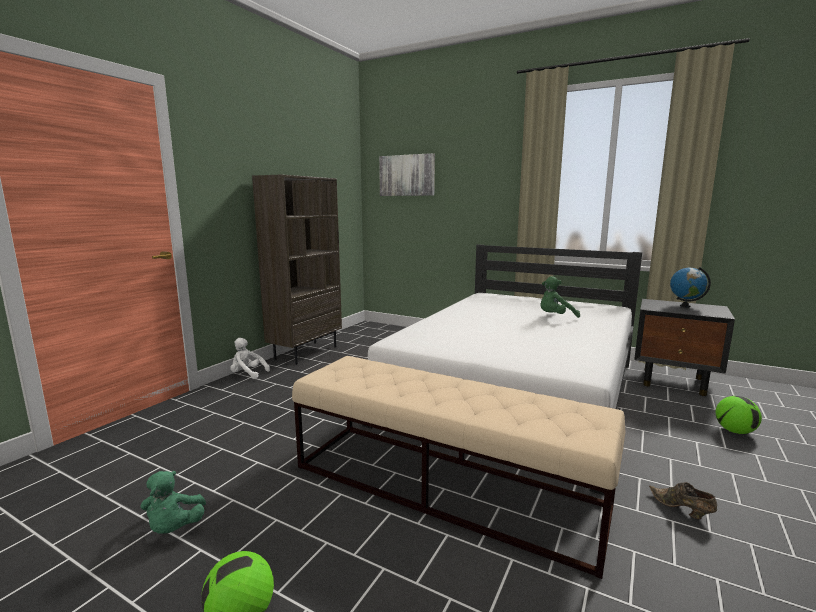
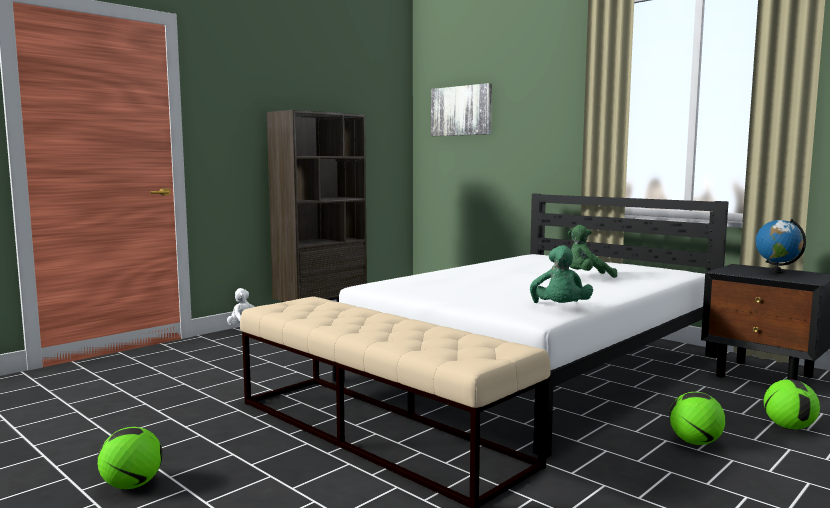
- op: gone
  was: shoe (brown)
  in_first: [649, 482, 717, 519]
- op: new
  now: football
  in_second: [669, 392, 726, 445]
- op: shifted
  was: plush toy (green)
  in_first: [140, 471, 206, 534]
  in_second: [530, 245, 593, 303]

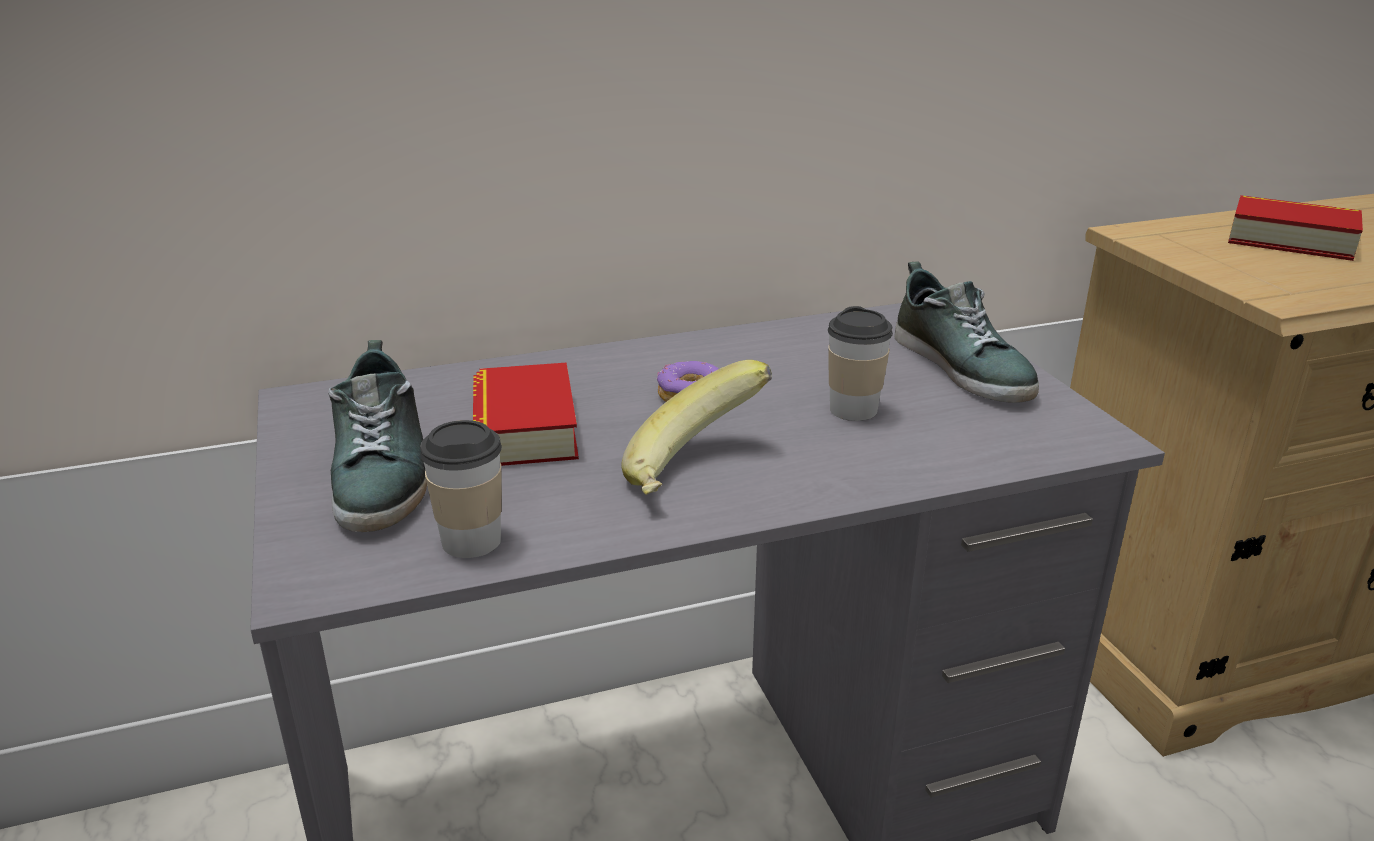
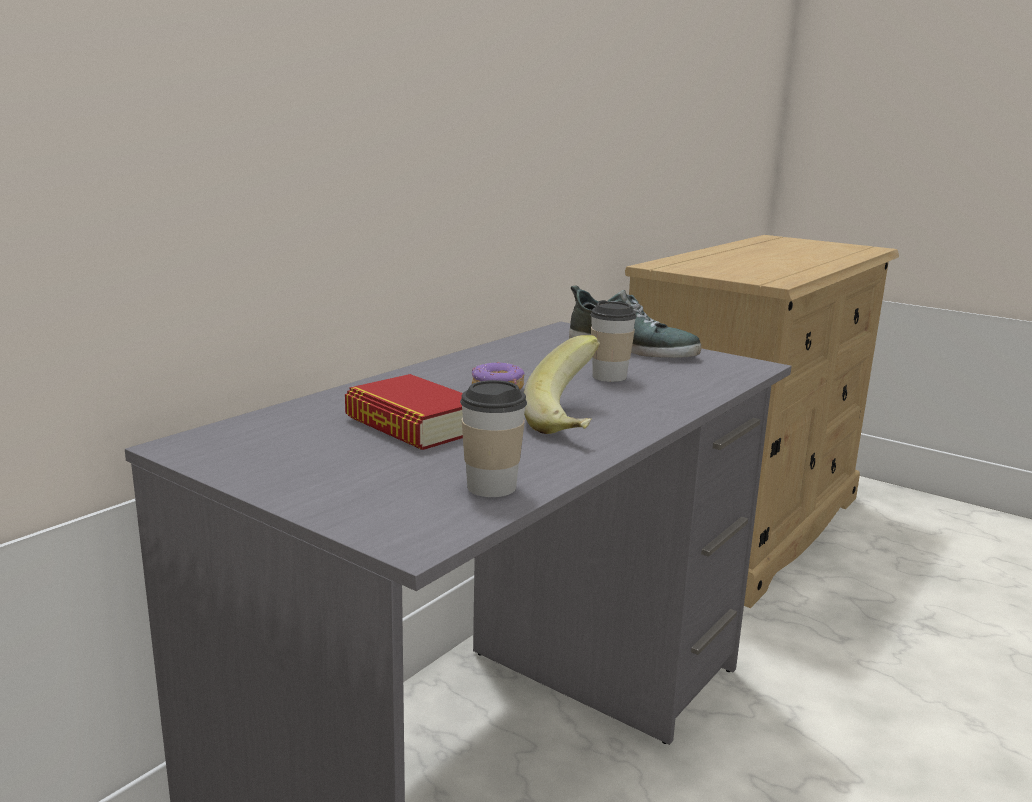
- op: gone
  was: shoe
  in_first: [328, 340, 427, 532]
- op: gone
  was: book
  in_first: [1228, 195, 1363, 261]

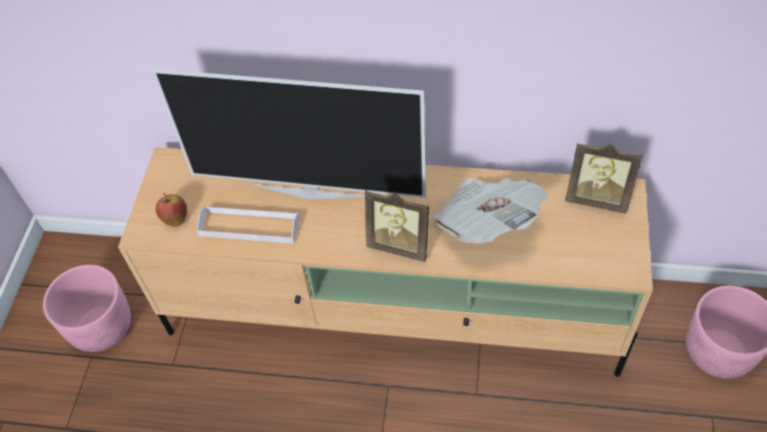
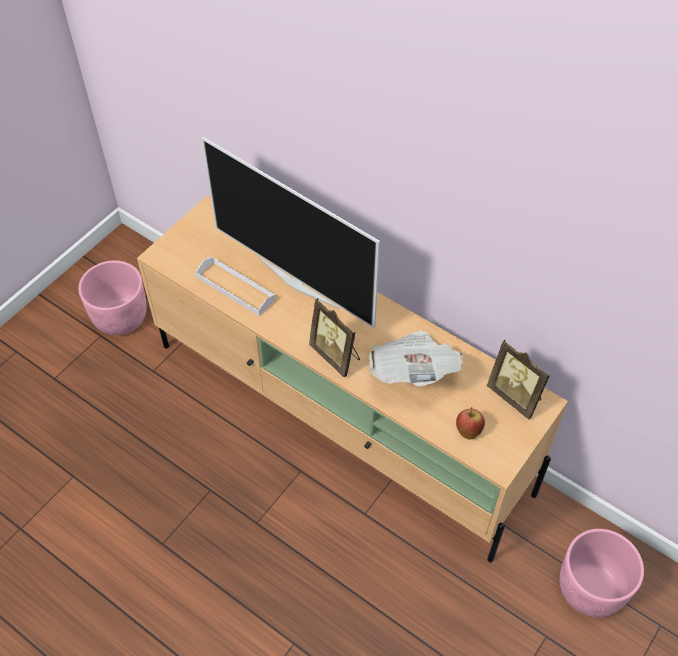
- op: shifted
  was: apple
  in_first: [156, 192, 187, 227]
  in_second: [456, 407, 485, 440]

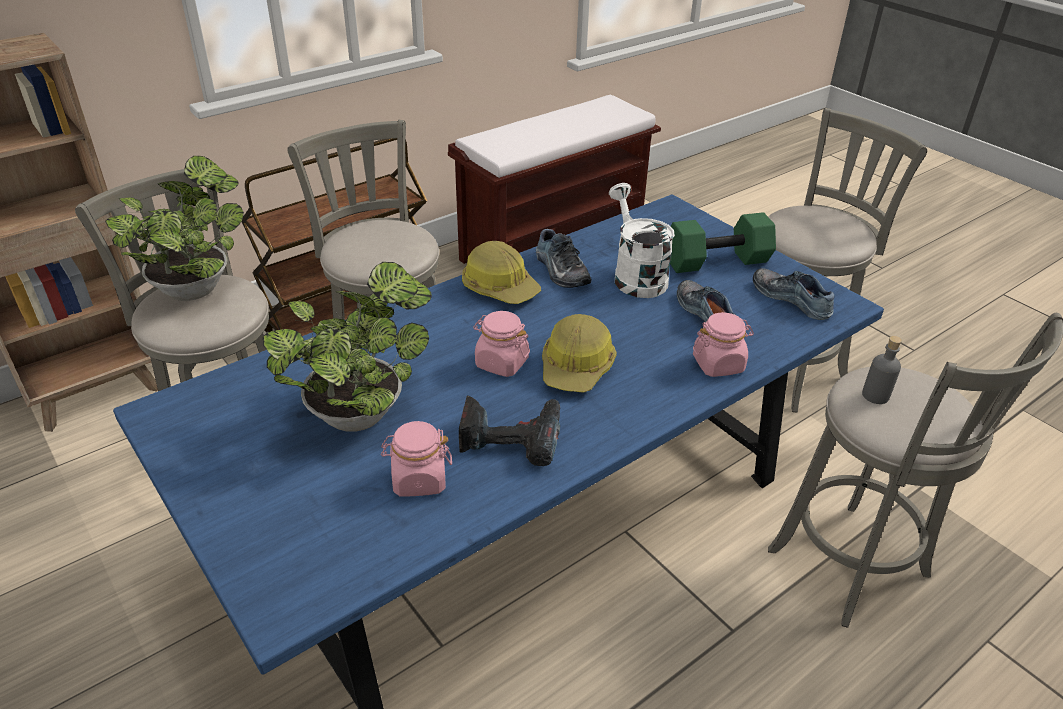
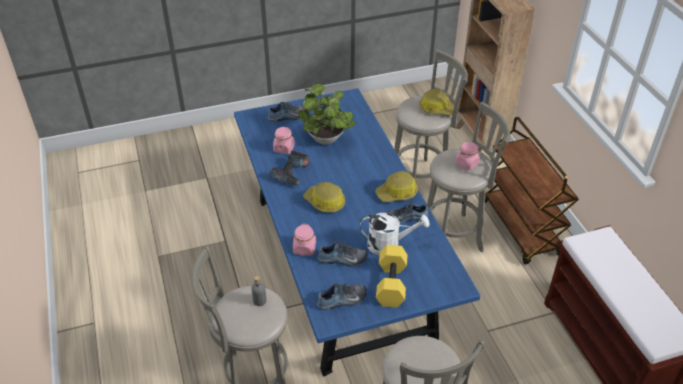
- op: new
  now: shoe
  in_second: [268, 102, 306, 122]
- op: shifted
  was: jar (pink)
  in_first: [473, 311, 530, 377]
  in_second: [456, 142, 480, 170]
- op: swapped
  was: potted plant
  now: hard hat
  in_first: [105, 156, 244, 301]
  in_second: [419, 89, 454, 115]
- op: repainted
  was: dumbbell (green)
  now: dumbbell (yellow)
  in_first: [670, 212, 776, 273]
  in_second: [376, 245, 407, 308]

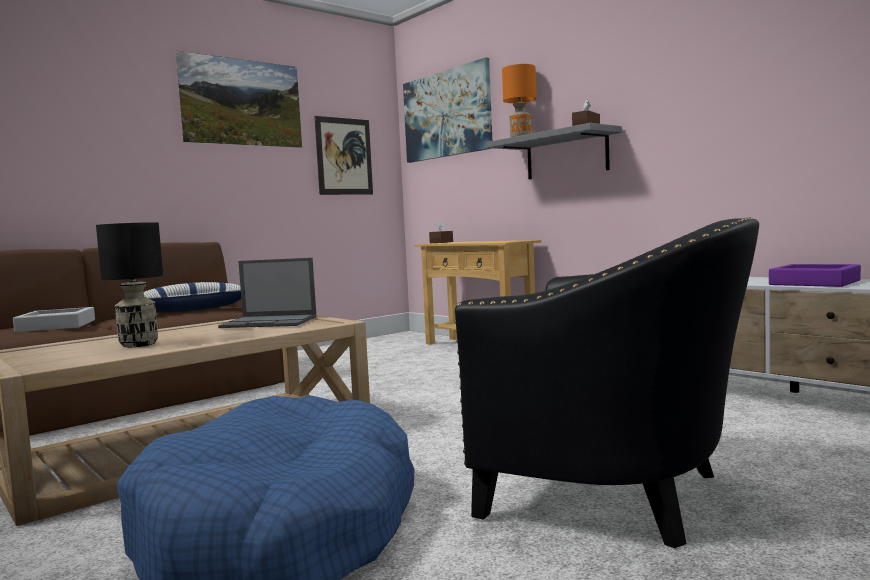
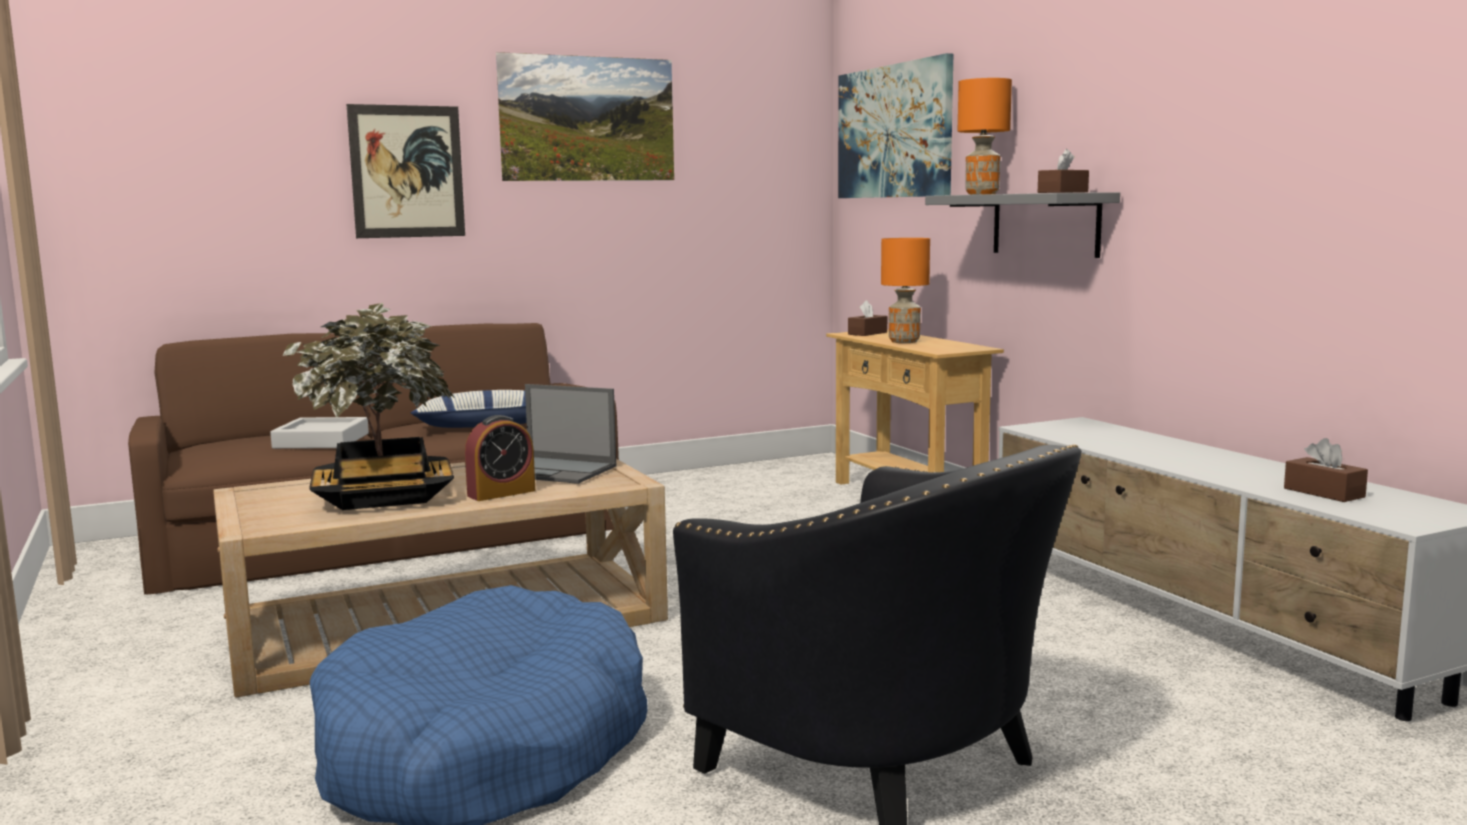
- op: new
  now: alarm clock
  in_second: [465, 415, 535, 501]
- op: new
  now: table lamp (orange)
  in_second: [881, 238, 930, 343]
- op: shifted
  was: picture
  in_first: [314, 116, 373, 195]
  in_second: [347, 104, 465, 238]
- op: swapped
  was: table lamp (black)
  now: potted plant
  in_first: [96, 222, 163, 347]
  in_second: [283, 303, 455, 510]
- op: swapped
  was: tray (purple)
  now: tissue box (brown)
  in_first: [769, 264, 861, 287]
  in_second: [1284, 438, 1368, 502]

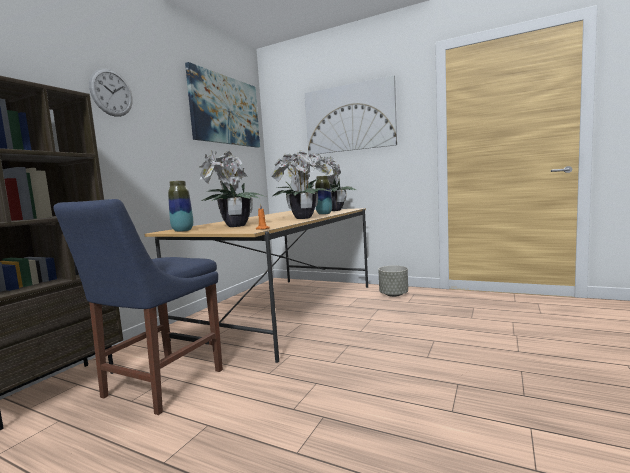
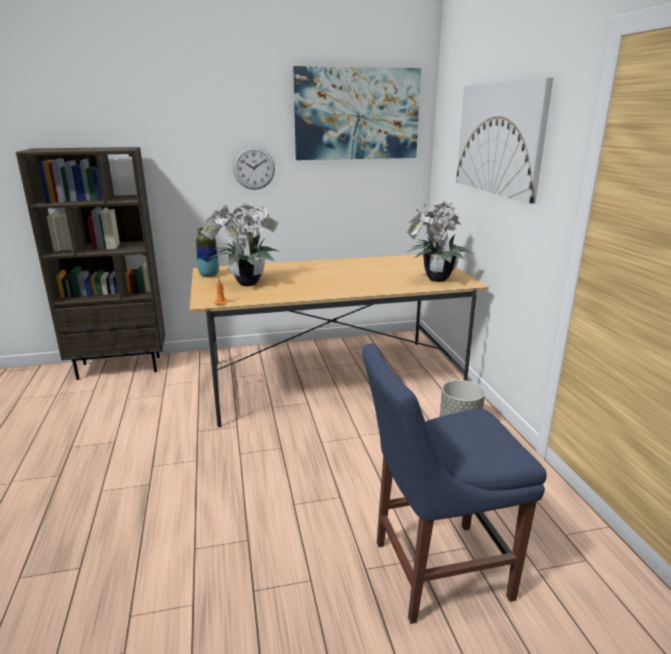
- op: gone
  was: potted plant
  in_first: [270, 150, 332, 219]
- op: gone
  was: vase
  in_first: [315, 176, 332, 215]
- op: shifted
  was: chair (blue)
  in_first: [53, 199, 223, 415]
  in_second: [362, 344, 546, 624]
- op: shifted
  was: wall clock
  in_first: [89, 68, 133, 117]
  in_second: [233, 146, 275, 190]

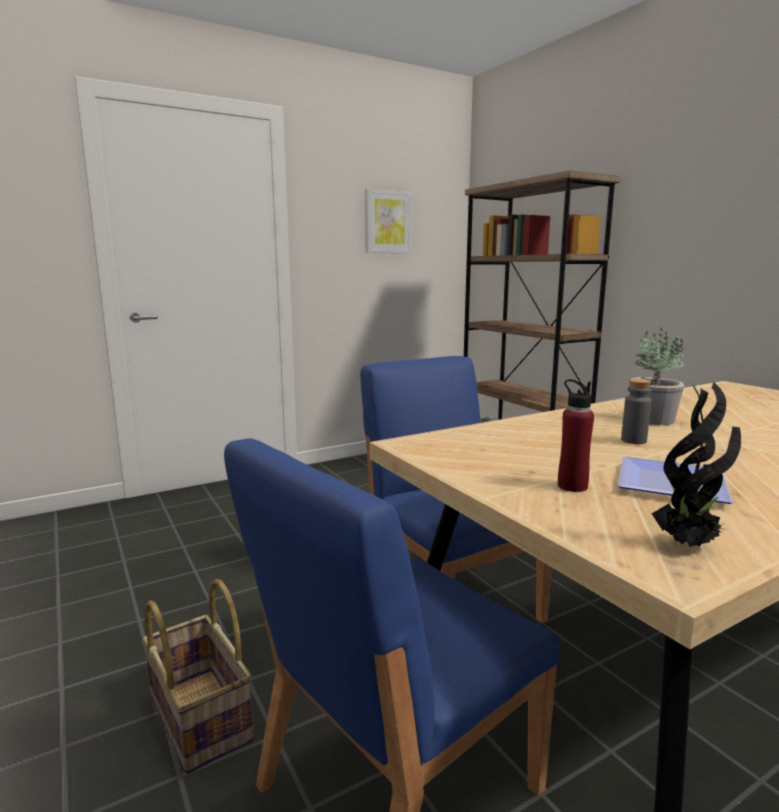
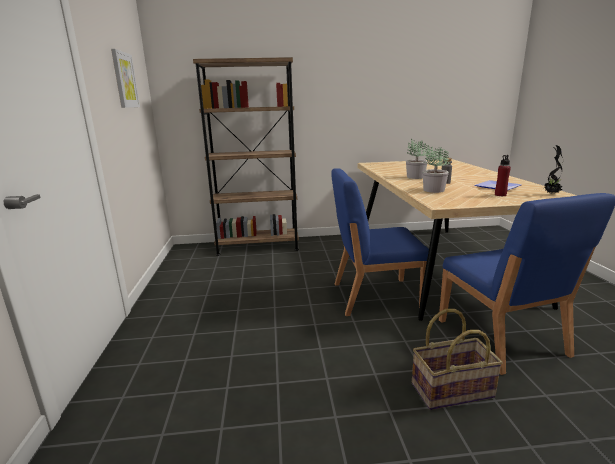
- op: new
  now: potted plant
  in_second: [423, 145, 449, 193]

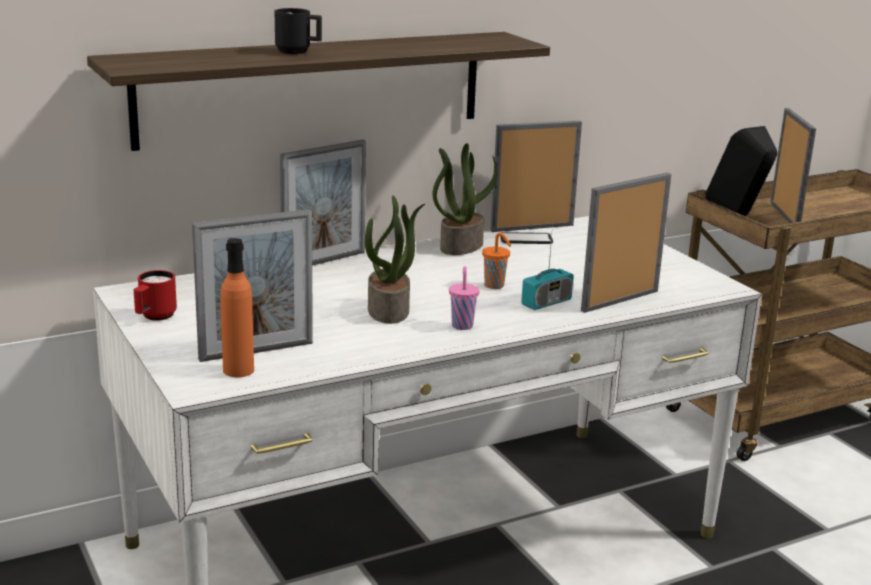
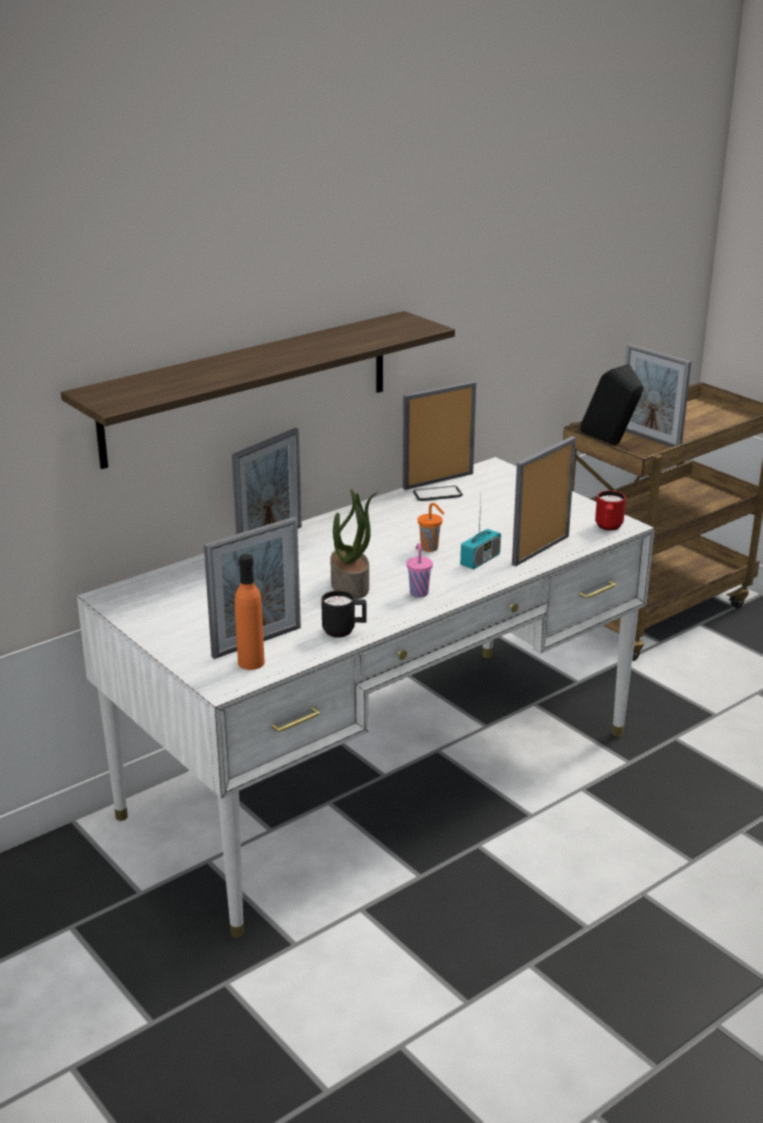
- op: gone
  was: potted plant
  in_first: [432, 143, 498, 255]
- op: shifted
  was: mug (red)
  in_first: [134, 270, 177, 321]
  in_second: [595, 491, 626, 531]
- op: shifted
  was: mug (black)
  in_first: [275, 8, 322, 54]
  in_second: [321, 590, 367, 638]
- op: rotated
  was: picture frame
  in_first: [770, 108, 816, 223]
  in_second: [625, 344, 691, 447]
  clockwise: 150

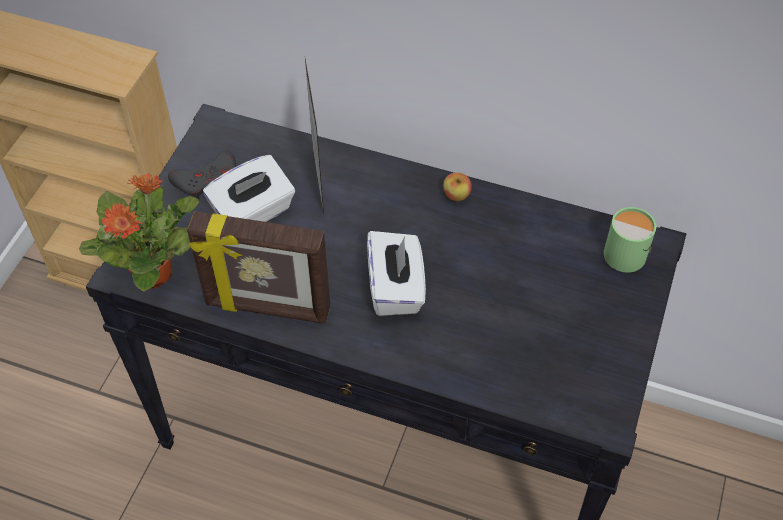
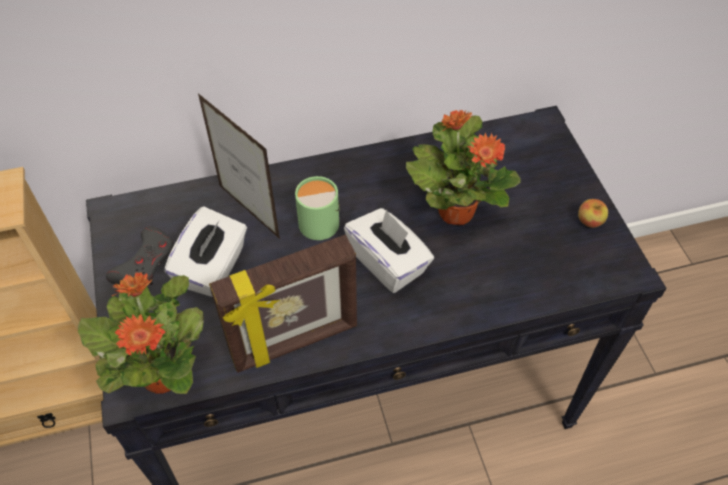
- op: new
  now: potted plant
  in_second: [406, 110, 521, 225]
- op: shifted
  was: apple
  in_first: [443, 172, 472, 201]
  in_second: [578, 199, 608, 228]
- op: shifted
  was: mug (green)
  in_first: [604, 207, 656, 273]
  in_second: [295, 176, 340, 240]

